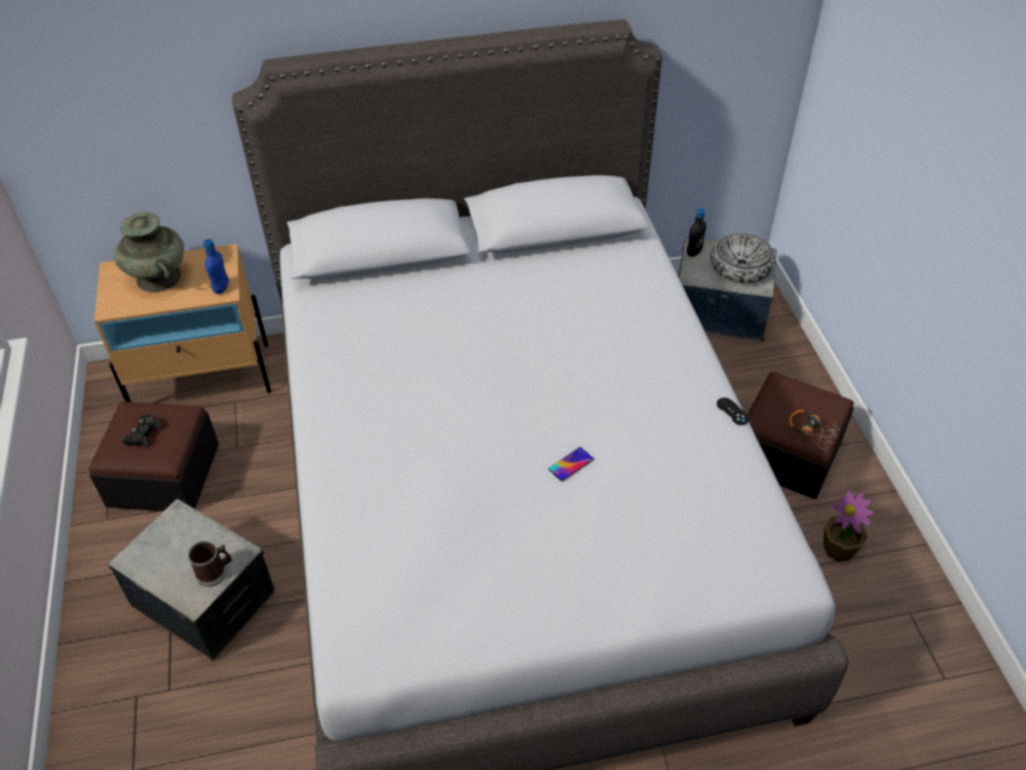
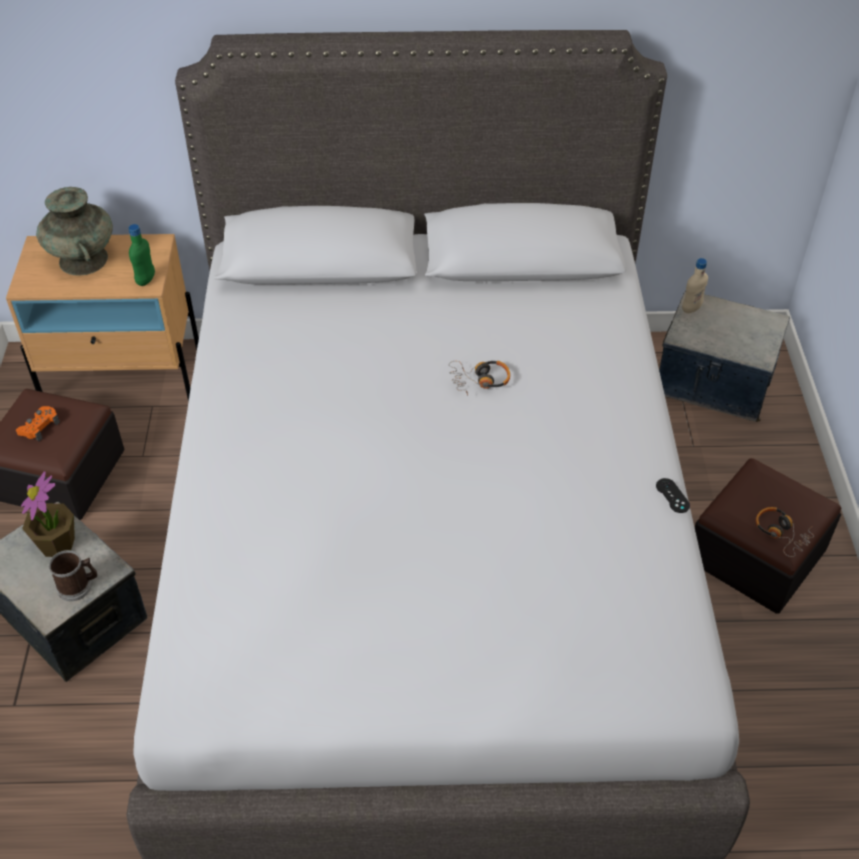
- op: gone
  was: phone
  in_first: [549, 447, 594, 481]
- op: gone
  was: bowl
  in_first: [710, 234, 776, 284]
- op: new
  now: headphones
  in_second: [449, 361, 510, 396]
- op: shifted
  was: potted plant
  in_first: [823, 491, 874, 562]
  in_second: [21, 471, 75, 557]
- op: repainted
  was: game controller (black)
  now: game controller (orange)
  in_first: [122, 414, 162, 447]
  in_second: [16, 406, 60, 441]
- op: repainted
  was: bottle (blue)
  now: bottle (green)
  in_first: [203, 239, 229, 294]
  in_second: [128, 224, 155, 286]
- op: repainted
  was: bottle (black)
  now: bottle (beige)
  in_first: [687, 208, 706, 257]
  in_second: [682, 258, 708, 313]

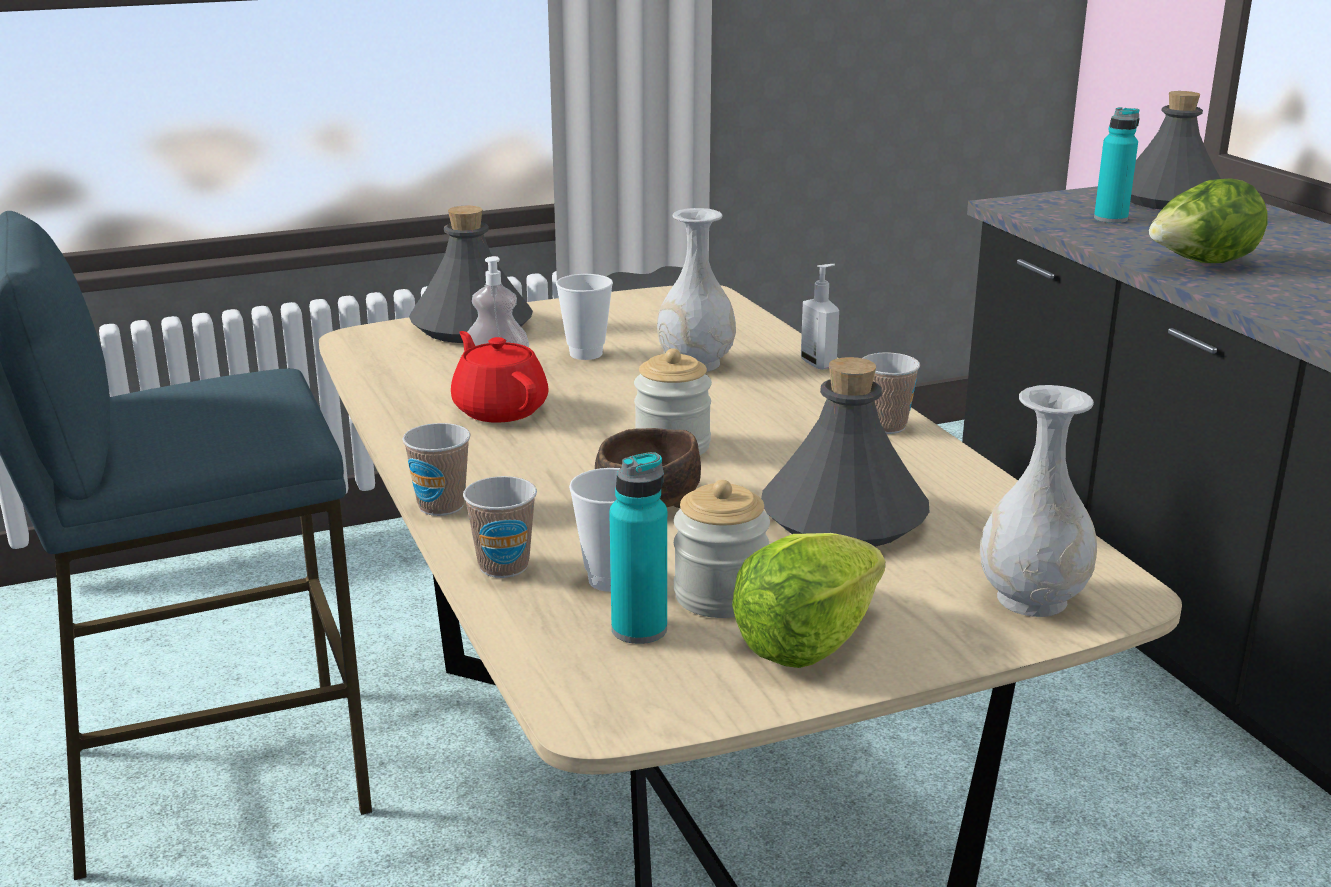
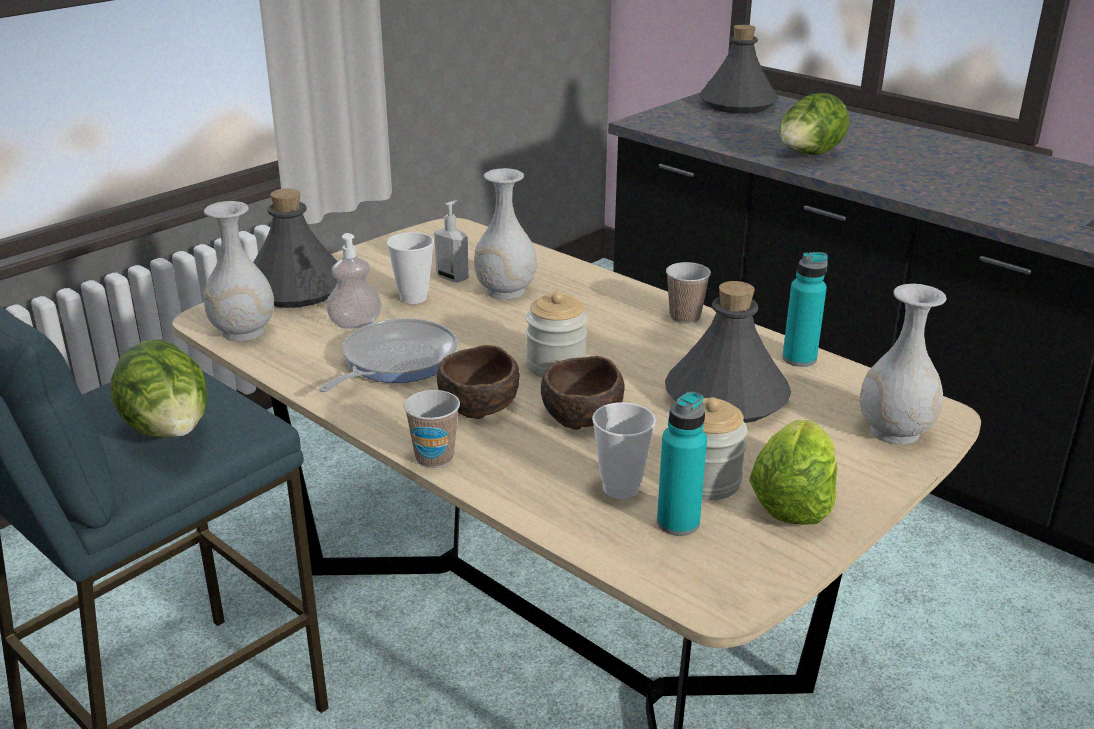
- op: gone
  was: cup
  in_first: [463, 476, 537, 578]
- op: new
  now: lettuce
  in_second: [111, 339, 207, 438]
- op: new
  now: vase (white)
  in_second: [204, 201, 274, 341]
- op: new
  now: bowl (brown)
  in_second: [437, 345, 520, 419]
- op: shifted
  was: soap dispenser
  in_first: [801, 264, 839, 370]
  in_second: [434, 200, 469, 283]
- op: shifted
  was: bottle (turquoise)
  in_first: [1094, 107, 1140, 223]
  in_second: [782, 252, 828, 367]
- op: swapped
  was: teapot (red)
  now: frying pan
  in_first: [451, 331, 549, 423]
  in_second: [319, 318, 458, 392]

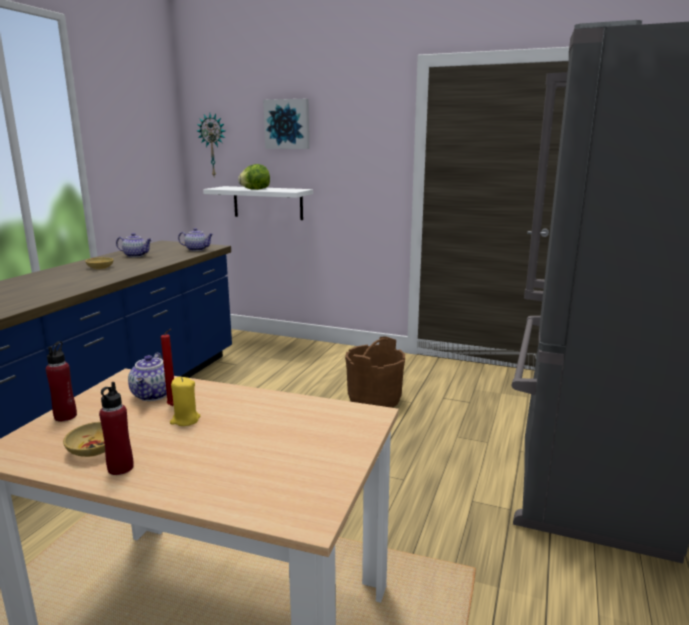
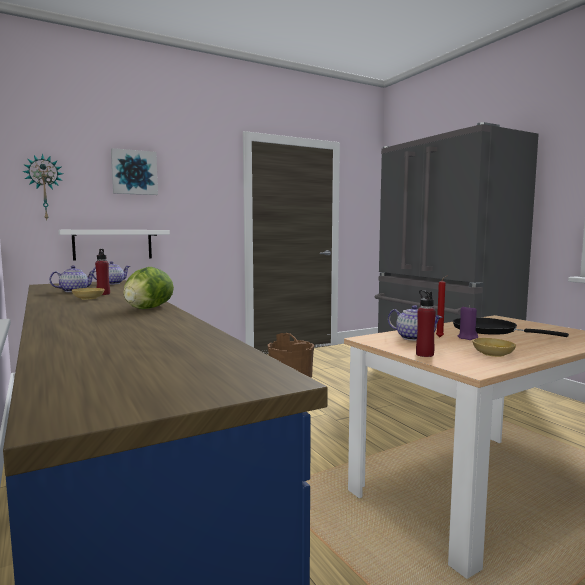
- op: new
  now: frying pan (black)
  in_second: [453, 317, 569, 337]
- op: shifted
  was: bottle (red)
  in_first: [99, 382, 134, 475]
  in_second: [95, 249, 110, 295]
- op: shifted
  was: lettuce
  in_first: [238, 164, 270, 190]
  in_second: [123, 267, 174, 309]
- op: repainted
  was: candle (yellow)
  now: candle (purple)
  in_first: [170, 377, 200, 426]
  in_second: [457, 305, 478, 340]

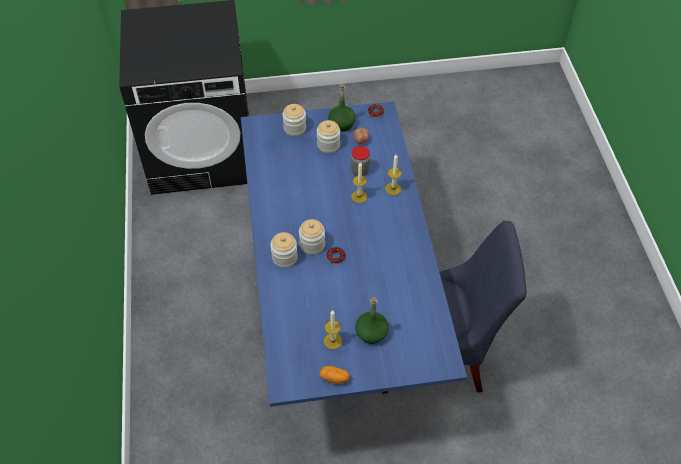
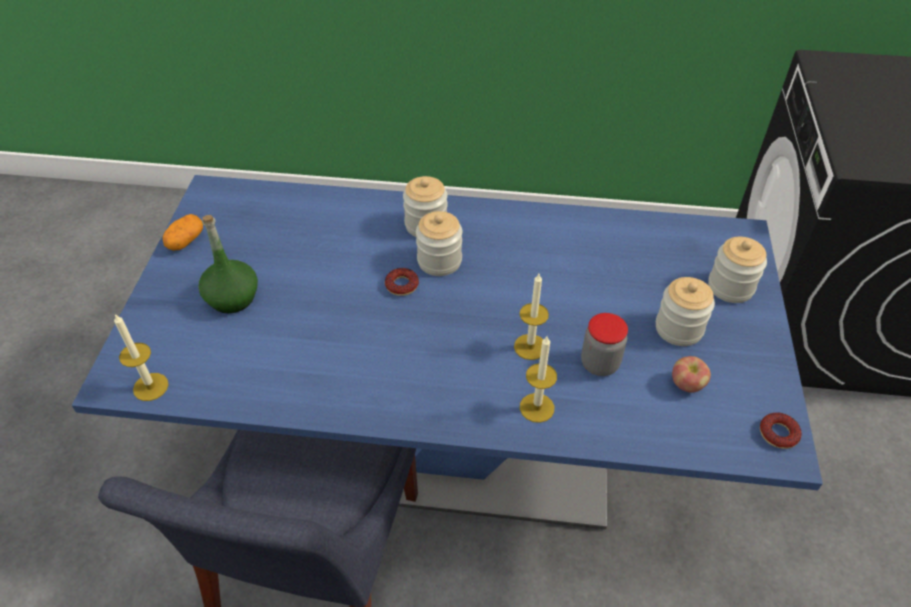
- op: gone
  was: bottle (green)
  in_first: [328, 84, 356, 131]
- op: shifted
  was: candle
  in_first: [324, 310, 342, 349]
  in_second: [114, 314, 169, 401]

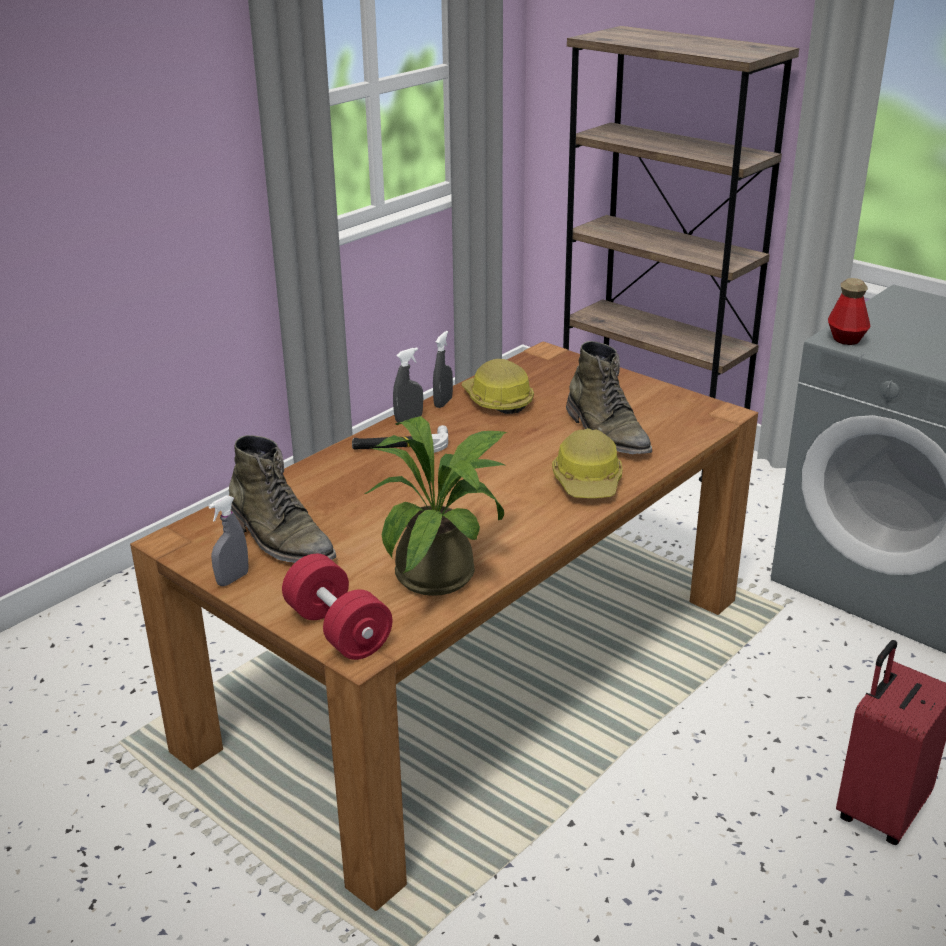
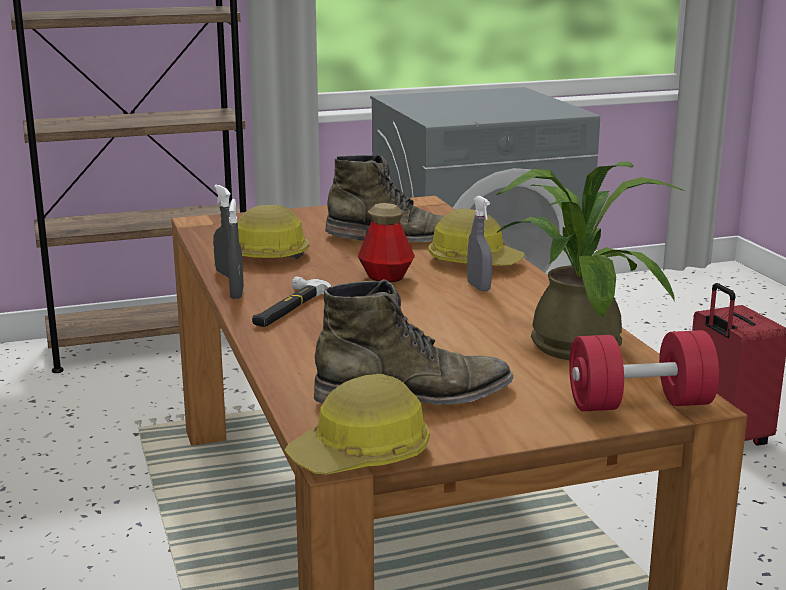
- op: new
  now: hard hat
  in_second: [284, 374, 430, 474]
- op: shifted
  was: spray bottle (grey)
  in_first: [208, 495, 248, 586]
  in_second: [467, 196, 492, 291]
- op: shifted
  was: bottle
  in_first: [828, 278, 871, 345]
  in_second: [358, 203, 415, 282]

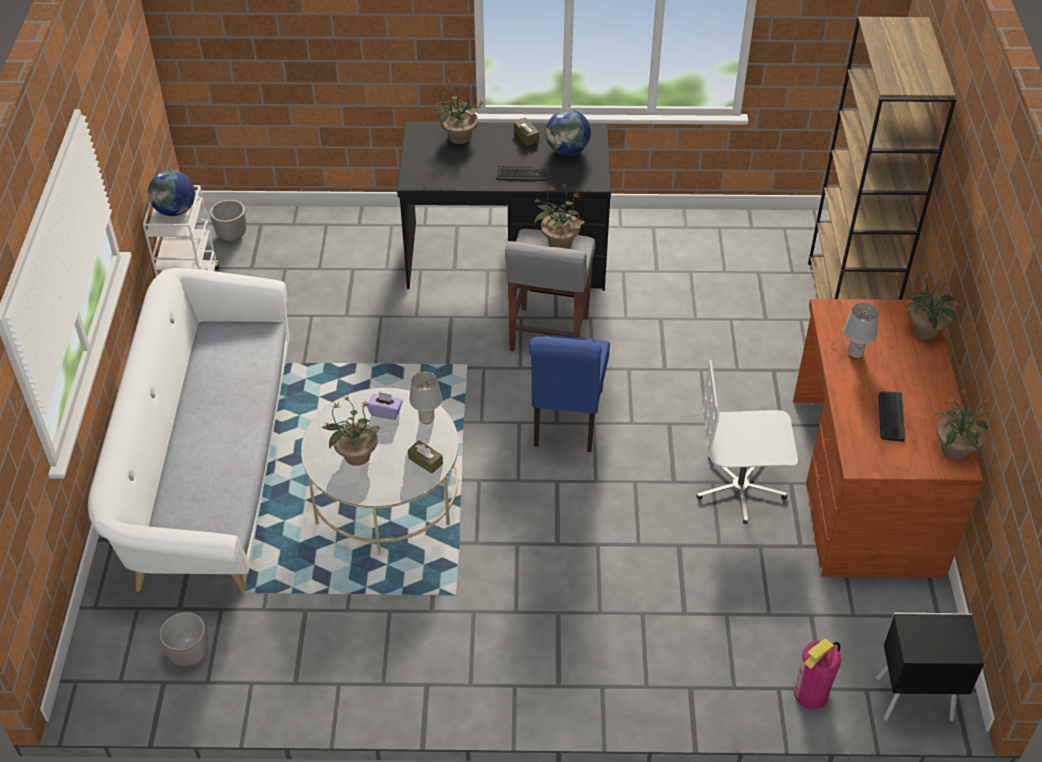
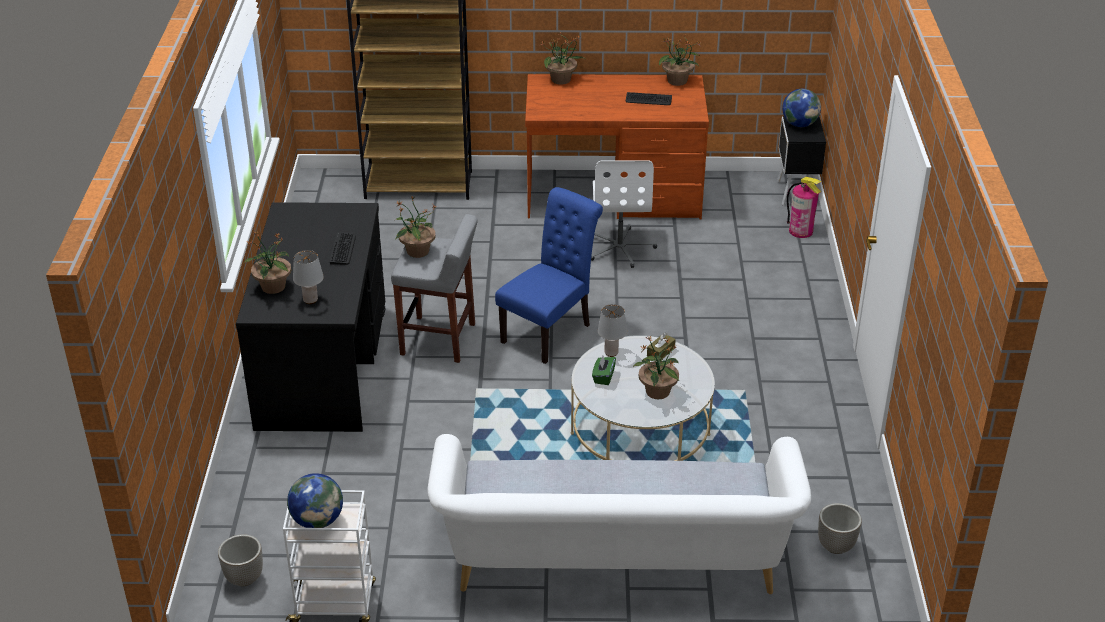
- op: gone
  was: tissue box (brown)
  in_first: [514, 118, 539, 146]
- op: shifted
  was: globe
  in_first: [545, 109, 591, 156]
  in_second: [782, 89, 821, 127]
- op: shifted
  was: table lamp (grey)
  in_first: [843, 303, 879, 359]
  in_second: [293, 250, 324, 304]
- op: repainted
  was: tissue box (purple)
  now: tissue box (green)
  in_first: [367, 392, 403, 420]
  in_second: [592, 356, 616, 385]
- op: rotated
  was: chair (blue)
  in_first: [529, 335, 610, 452]
  in_second: [495, 187, 603, 364]
  clockwise: -60

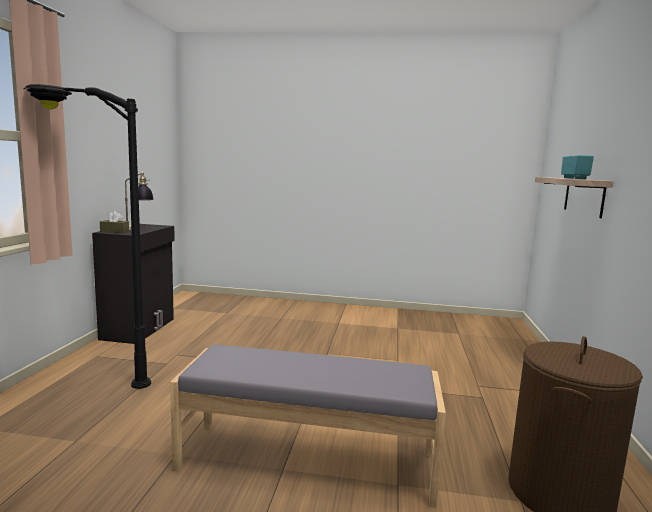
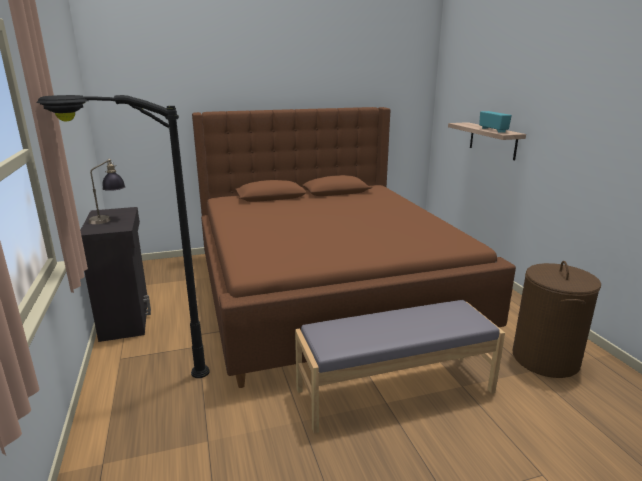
- op: gone
  was: tissue box (brown)
  in_first: [100, 211, 129, 233]
- op: new
  now: bed (brown)
  in_second: [192, 107, 516, 388]

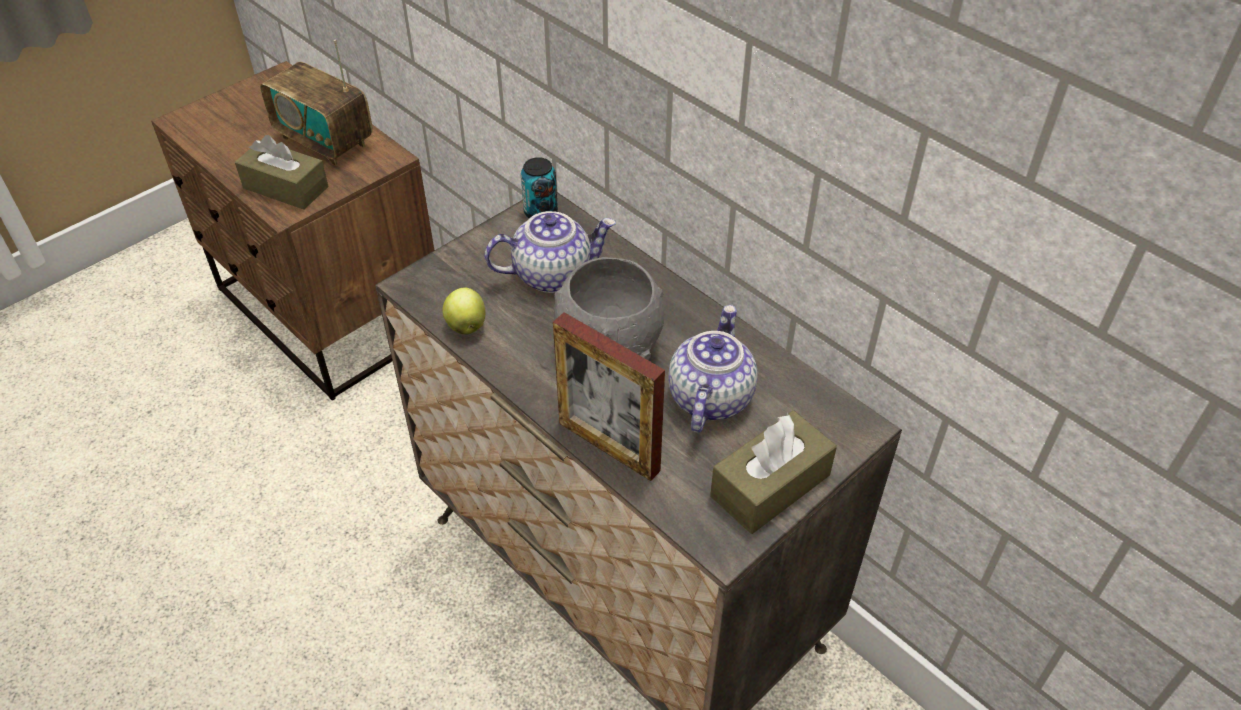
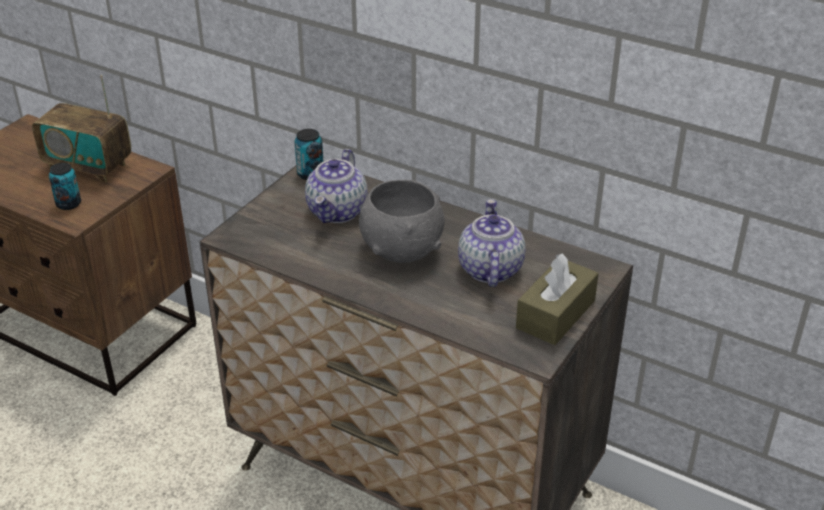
- op: gone
  was: apple
  in_first: [443, 287, 485, 335]
- op: gone
  was: picture frame
  in_first: [553, 312, 665, 481]
- op: swapped
  was: tissue box (brown)
  now: can
  in_first: [235, 135, 329, 210]
  in_second: [49, 163, 81, 210]
- op: rotated
  was: teapot
  in_first: [485, 211, 616, 293]
  in_second: [305, 149, 368, 223]
  clockwise: 135

